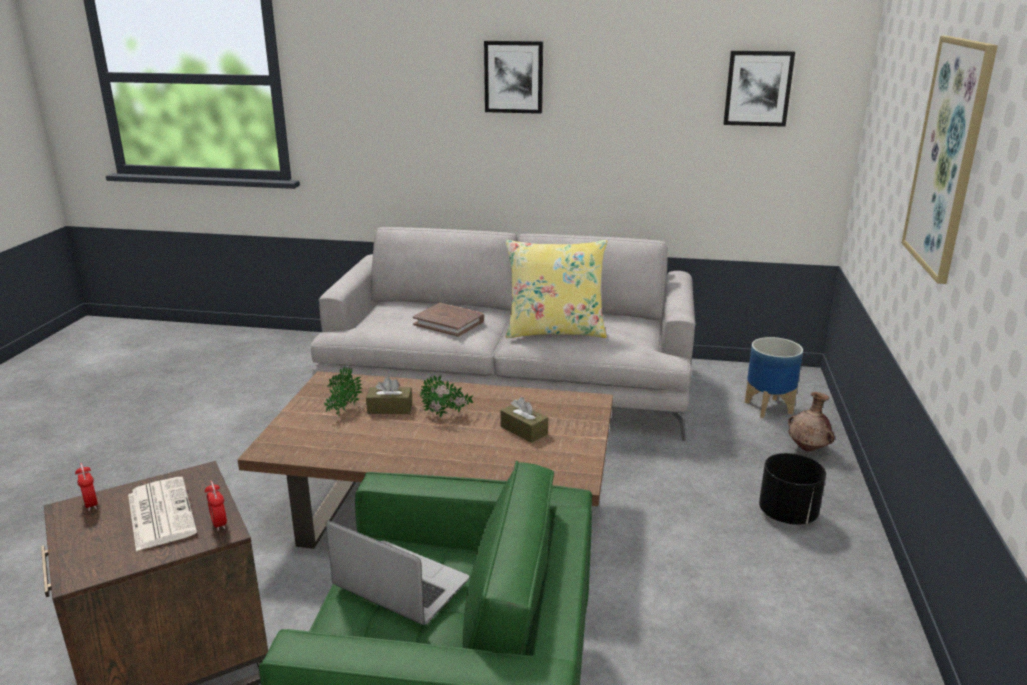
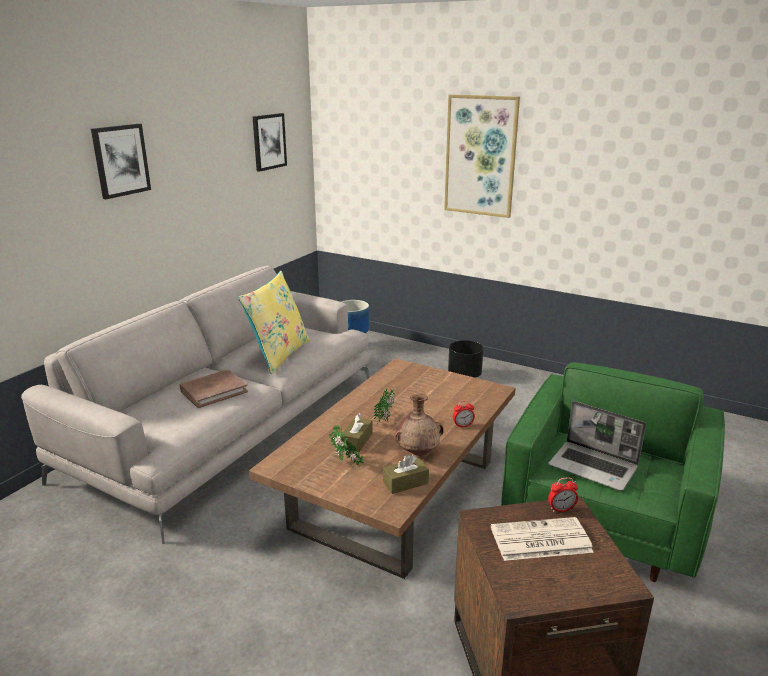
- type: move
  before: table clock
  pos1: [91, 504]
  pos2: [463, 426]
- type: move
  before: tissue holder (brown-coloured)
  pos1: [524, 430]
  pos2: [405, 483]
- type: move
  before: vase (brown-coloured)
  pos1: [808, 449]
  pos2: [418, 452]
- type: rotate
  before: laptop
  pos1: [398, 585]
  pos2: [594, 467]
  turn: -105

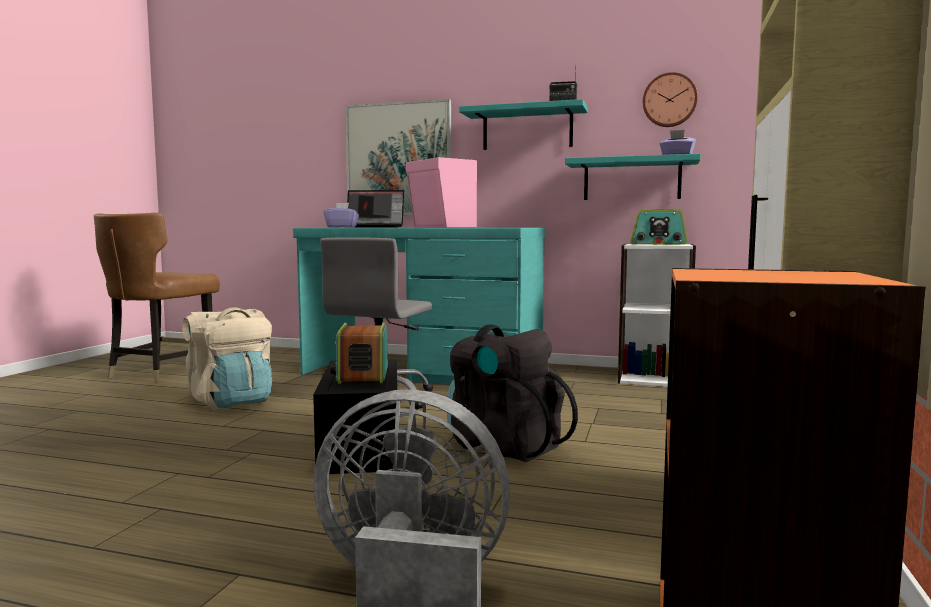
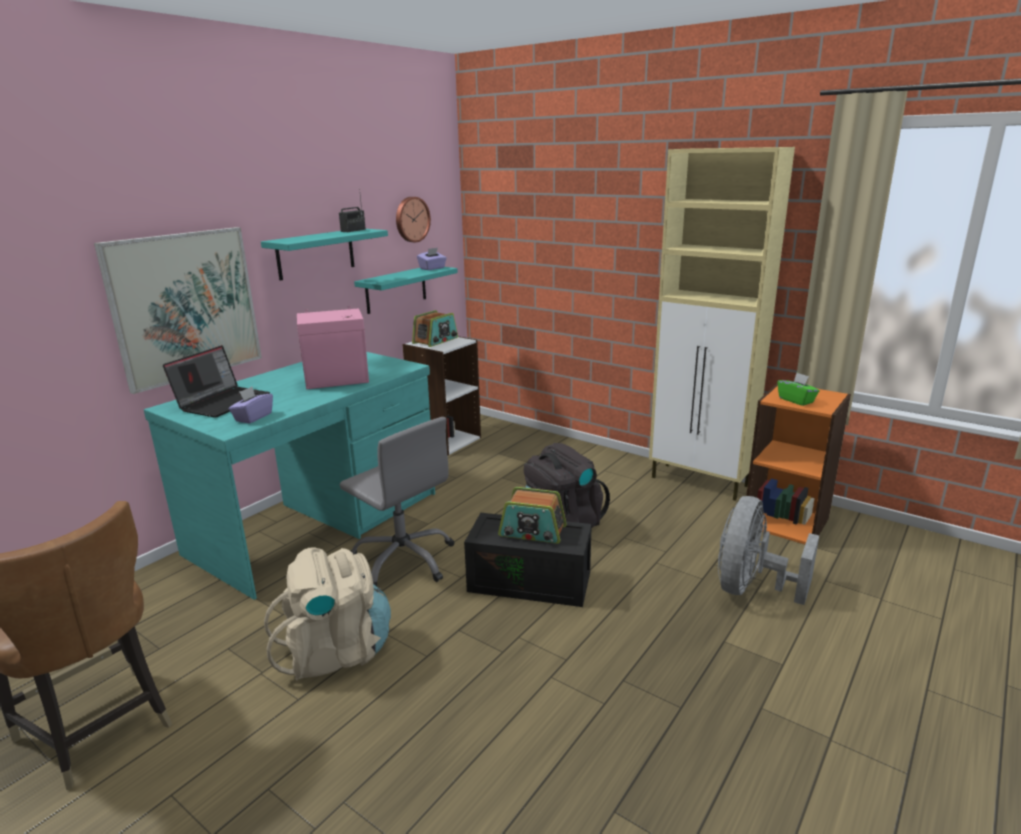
- type: insert
  after: tissue holder (greenish)
  pos2: [796, 400]

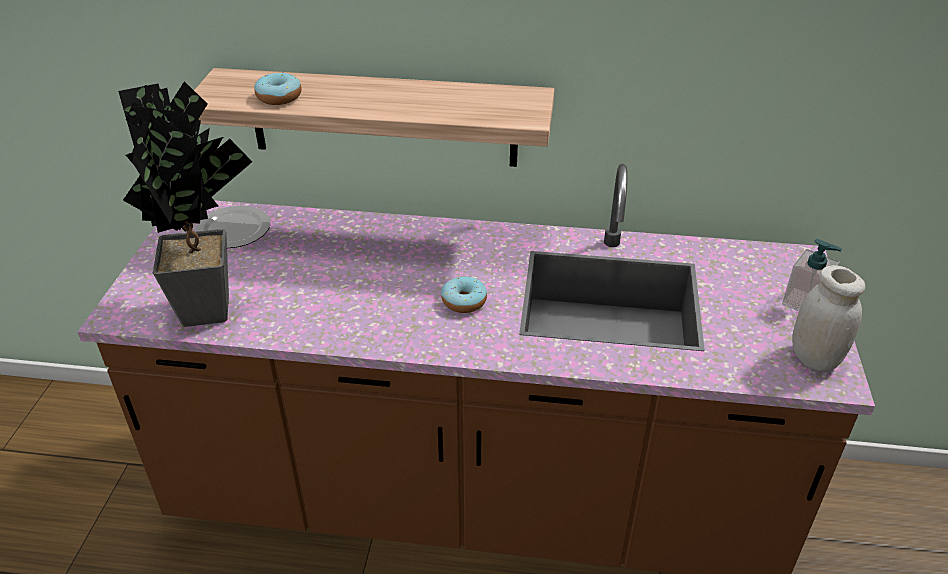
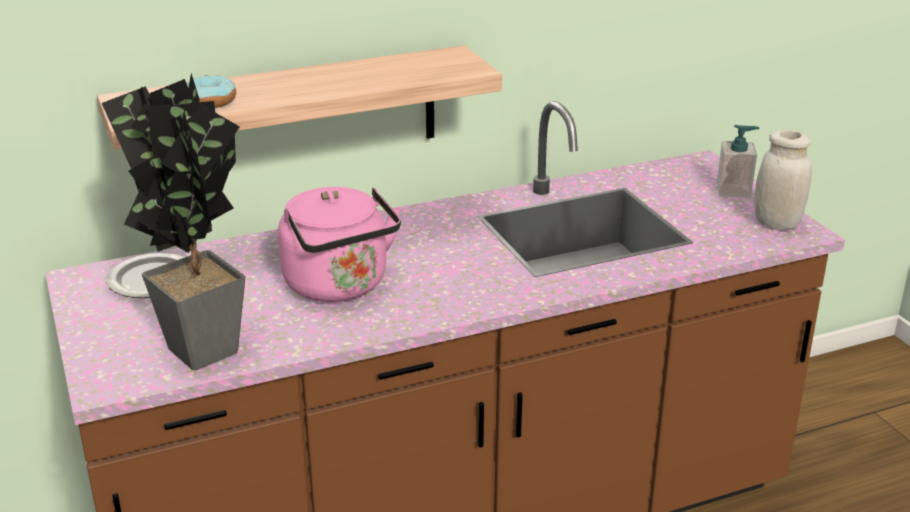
- type: delete
  before: ring doughnut
  pos1: [464, 301]
- type: insert
  after: water kettle (pink)
  pos2: [340, 286]

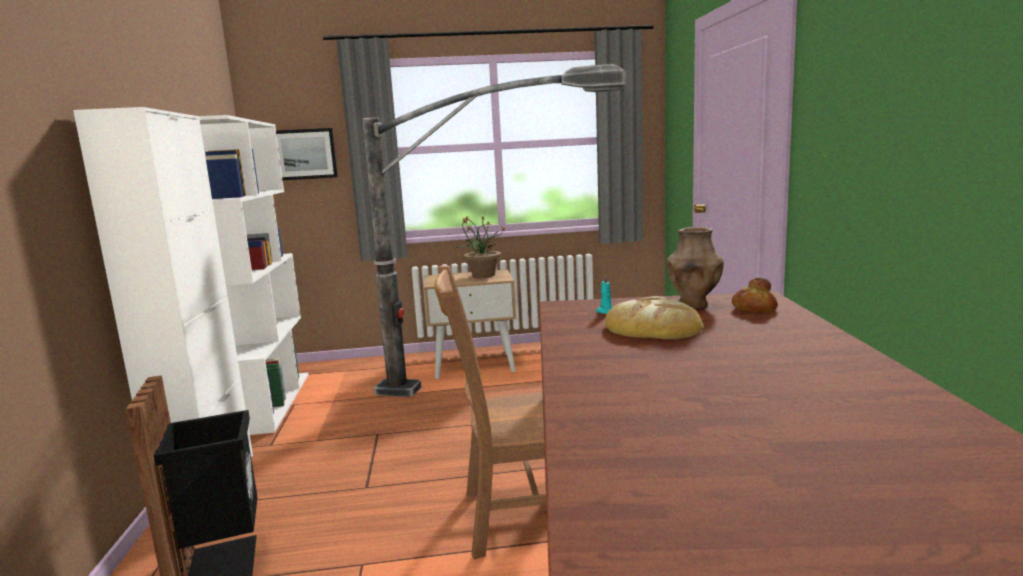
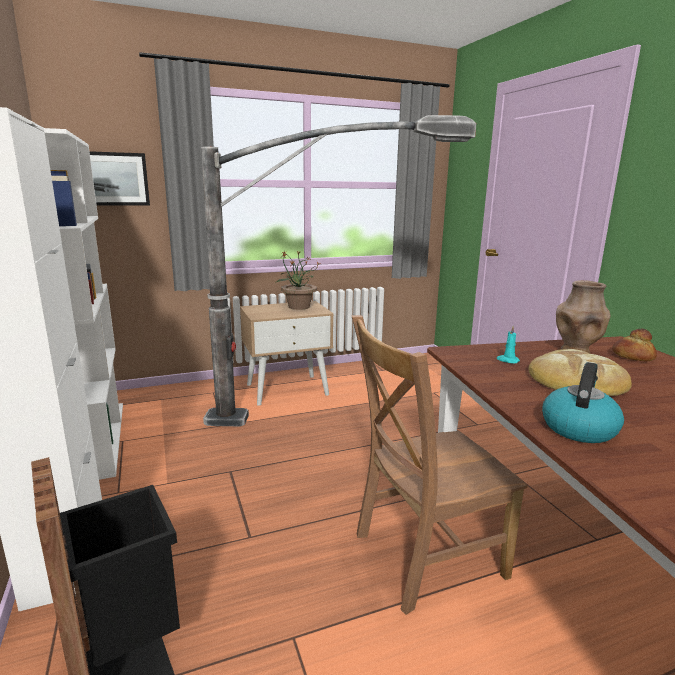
- type: insert
  after: water kettle
  pos2: [578, 428]

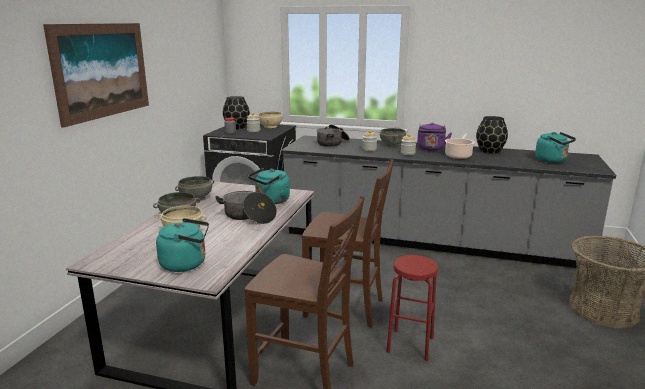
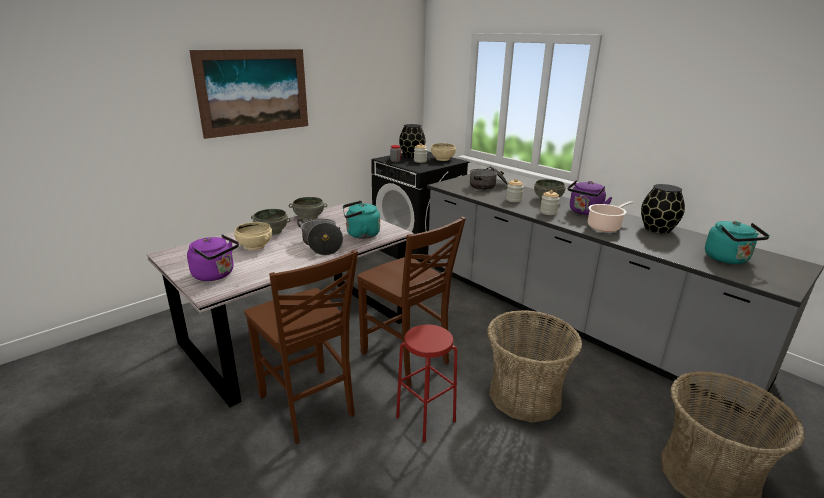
- type: insert
  after: basket
  pos2: [525, 396]
- type: recolor
  before: water kettle (turquoise)
  after: water kettle (purple-coloured)
  pos1: [186, 264]
  pos2: [216, 275]

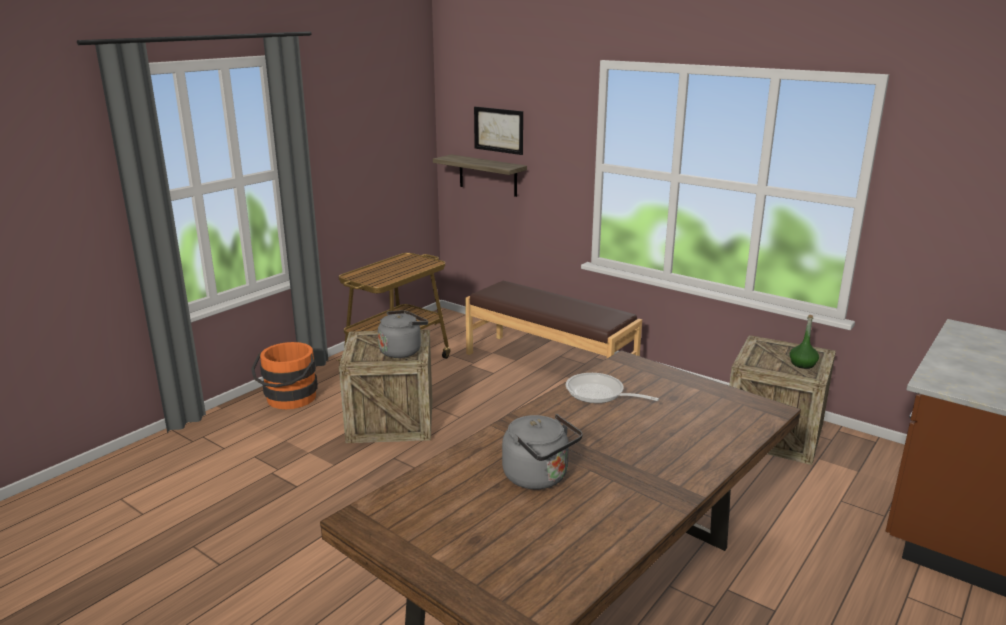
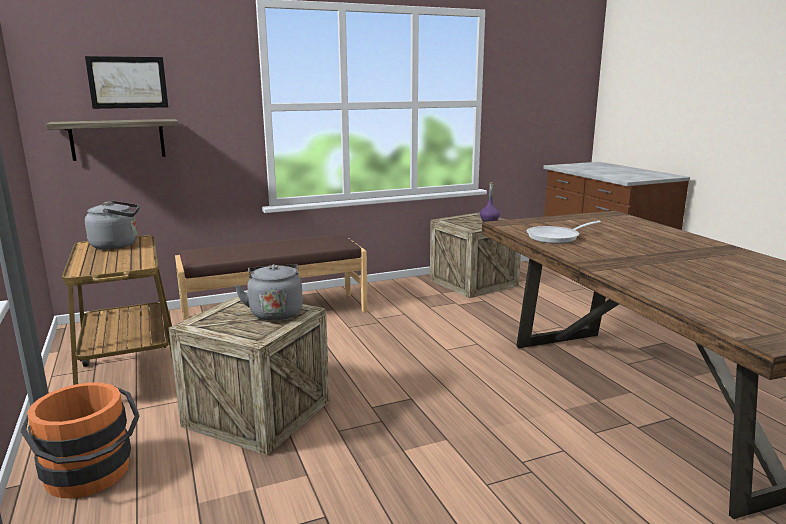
- type: move
  before: water kettle (greyish)
  pos1: [539, 477]
  pos2: [118, 245]
- type: recolor
  before: drink bottle (greenish)
  after: drink bottle (purple-coloured)
  pos1: [802, 364]
  pos2: [489, 220]

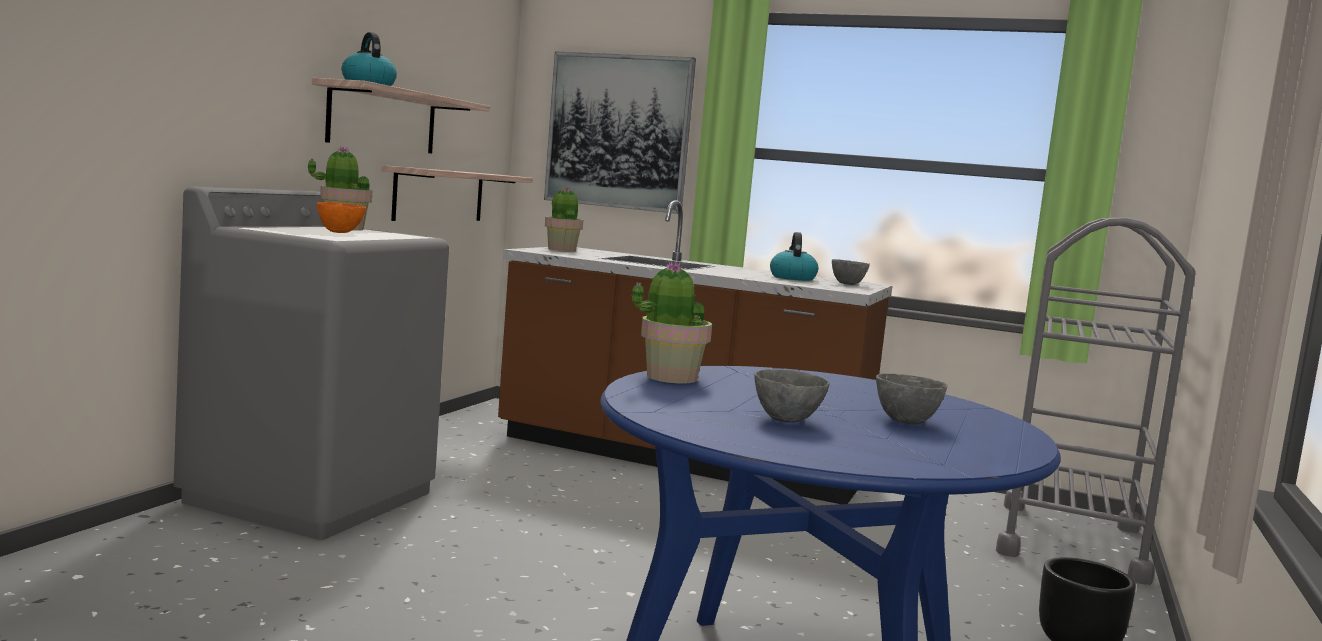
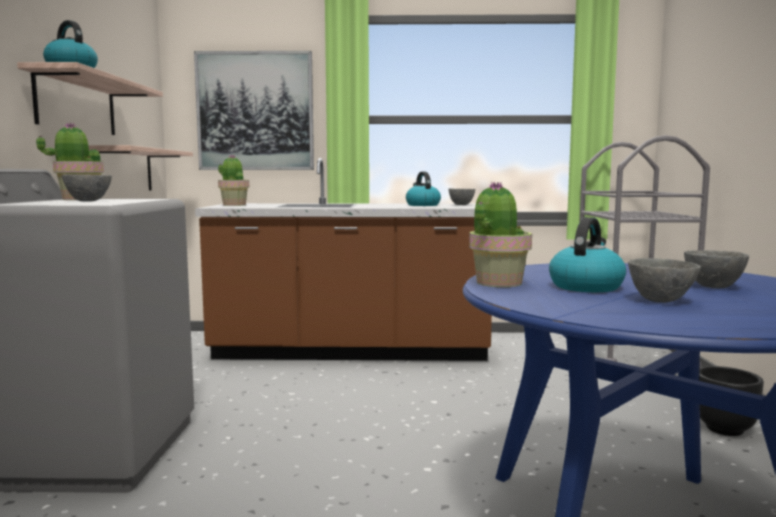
- type: insert
  after: water kettle
  pos2: [586, 286]
- type: recolor
  before: serving bowl (orangey)
  after: serving bowl (greyish)
  pos1: [340, 232]
  pos2: [88, 201]

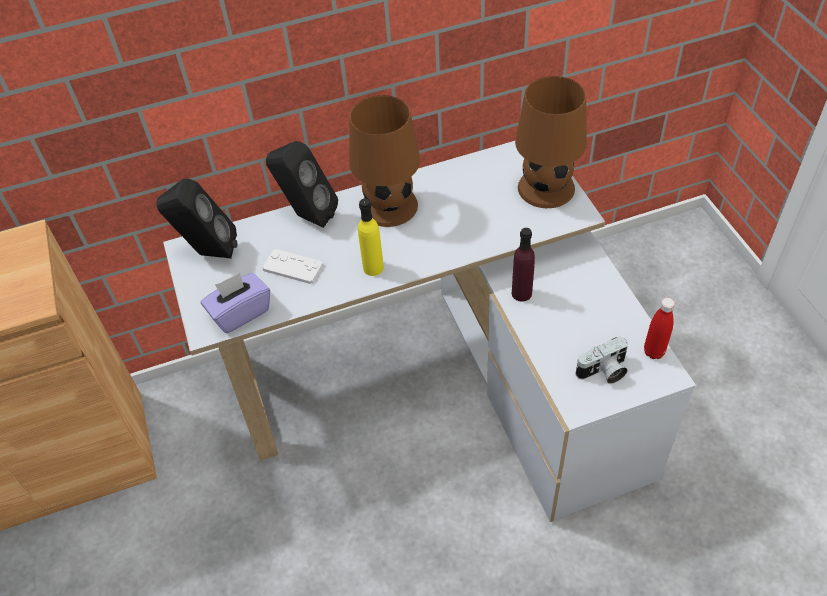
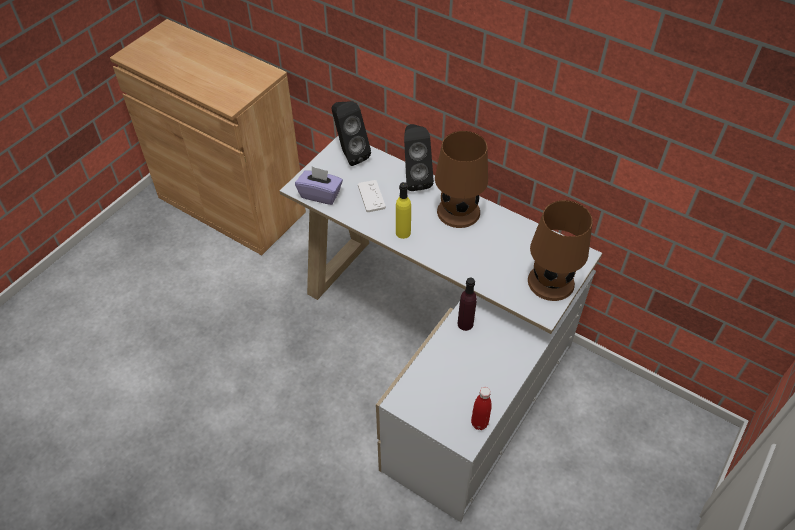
- type: delete
  before: still camera
  pos1: [603, 372]

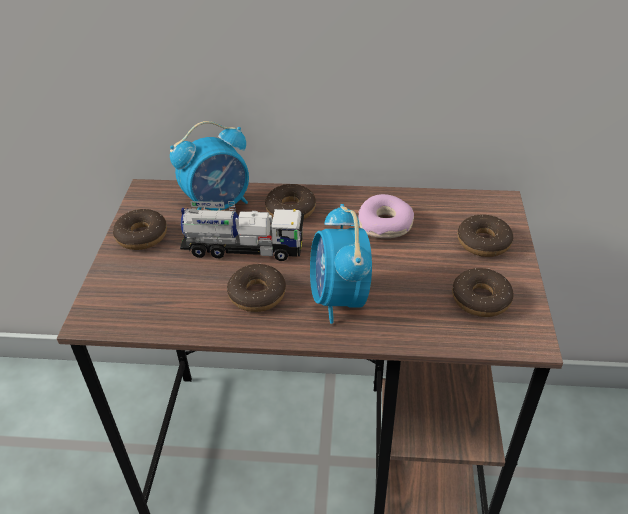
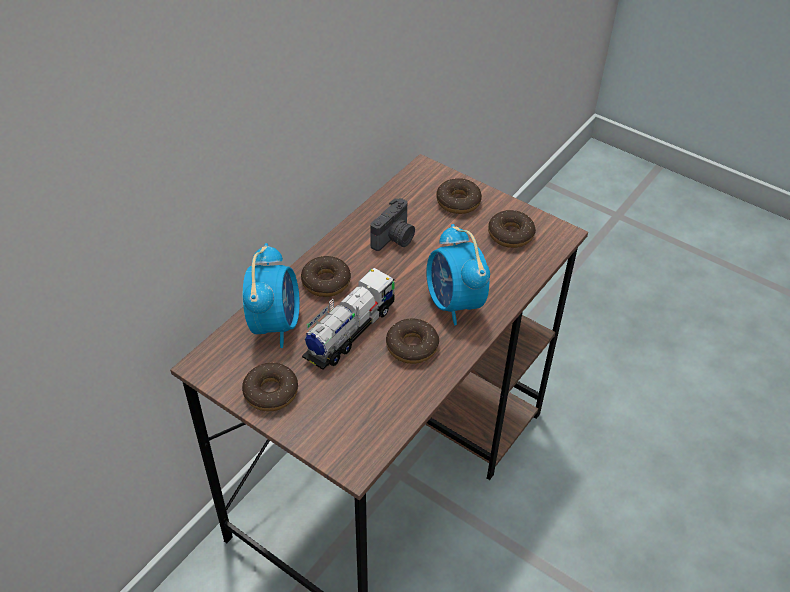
- type: replace
  before: ring doughnut
  after: still camera
  pos1: [385, 224]
  pos2: [395, 239]
- type: rotate
  before: table clock
  pos1: [339, 299]
  pos2: [454, 303]
  turn: 45

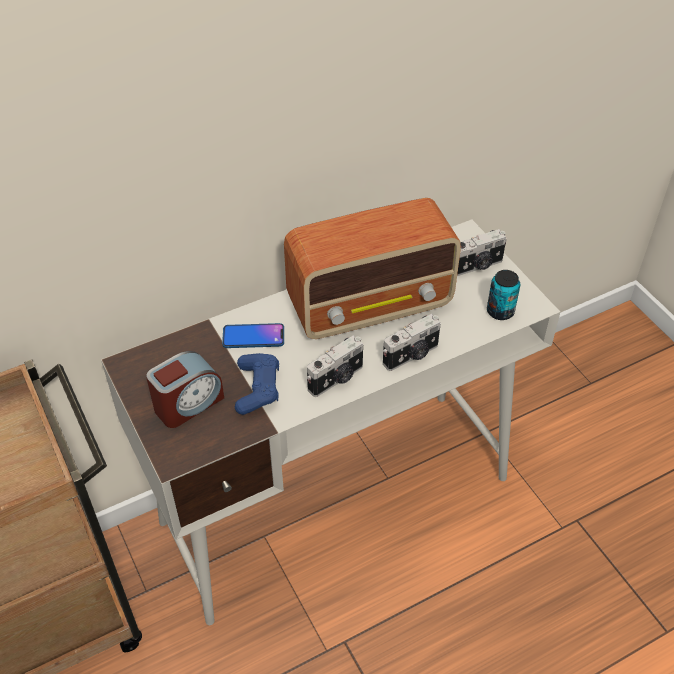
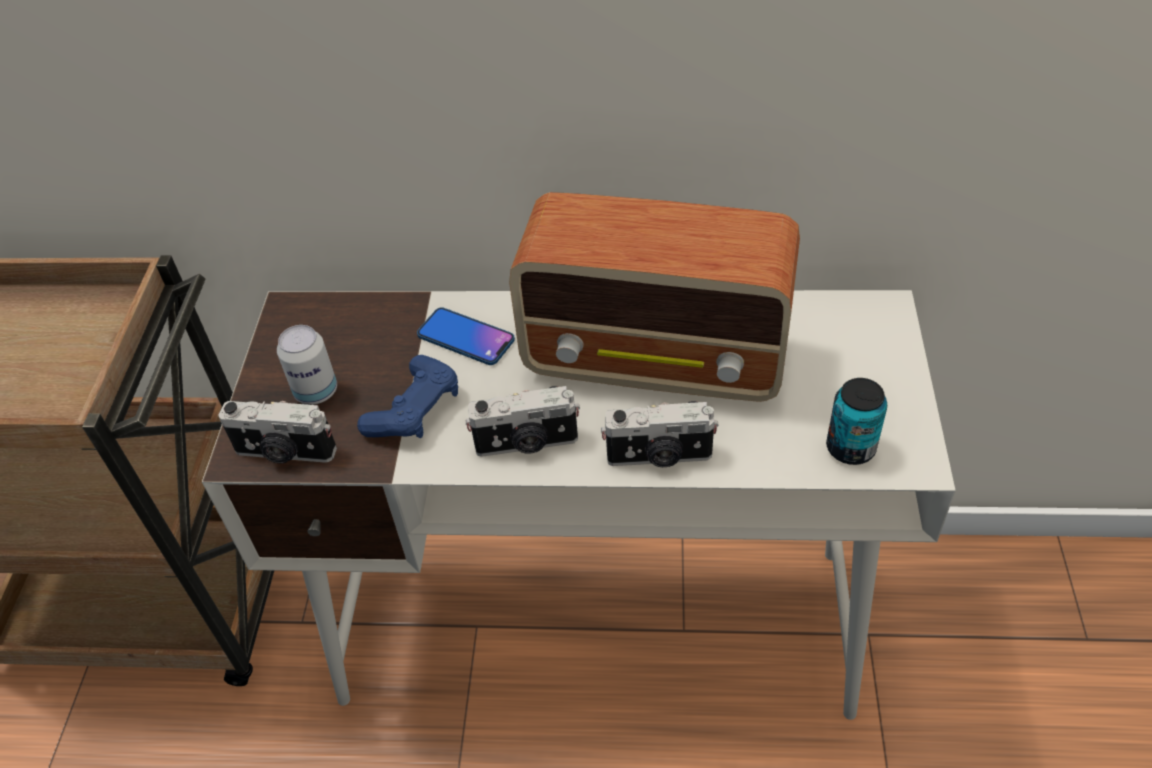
- type: move
  before: still camera
  pos1: [476, 266]
  pos2: [285, 453]
- type: replace
  before: table clock
  after: can
  pos1: [188, 404]
  pos2: [316, 392]

